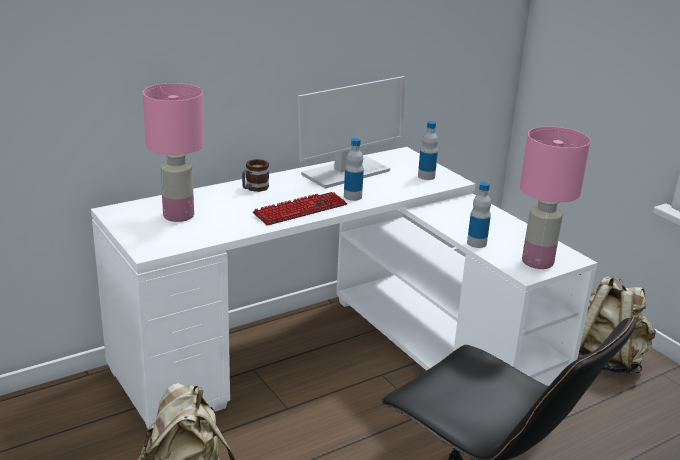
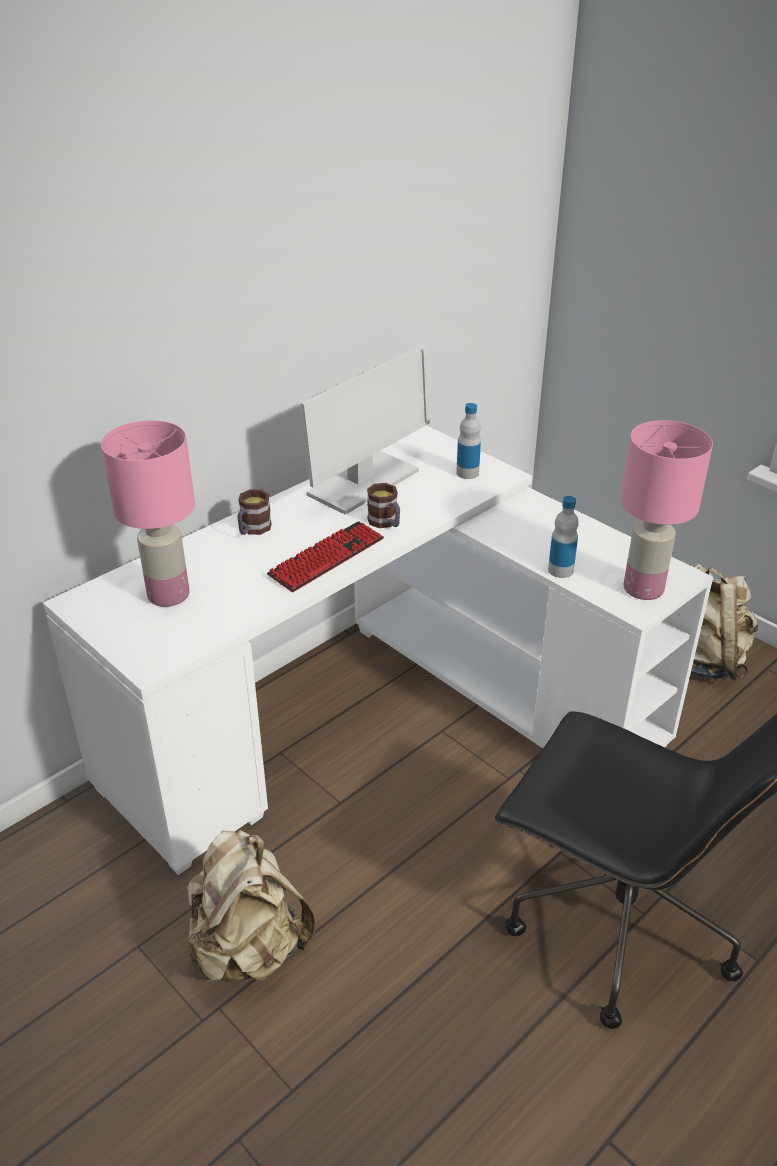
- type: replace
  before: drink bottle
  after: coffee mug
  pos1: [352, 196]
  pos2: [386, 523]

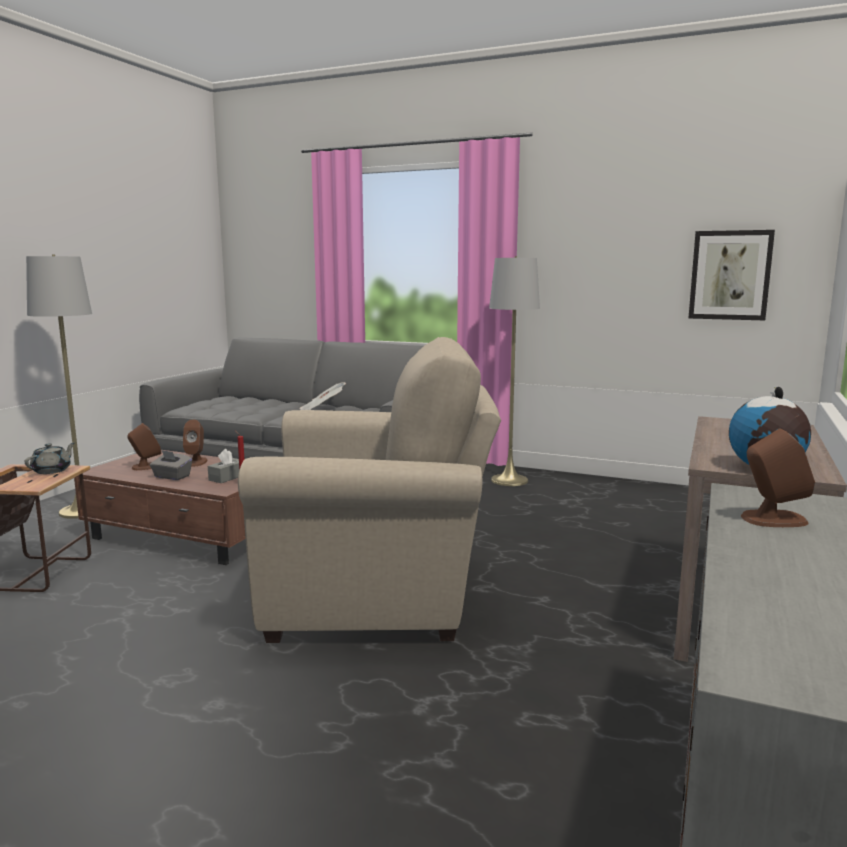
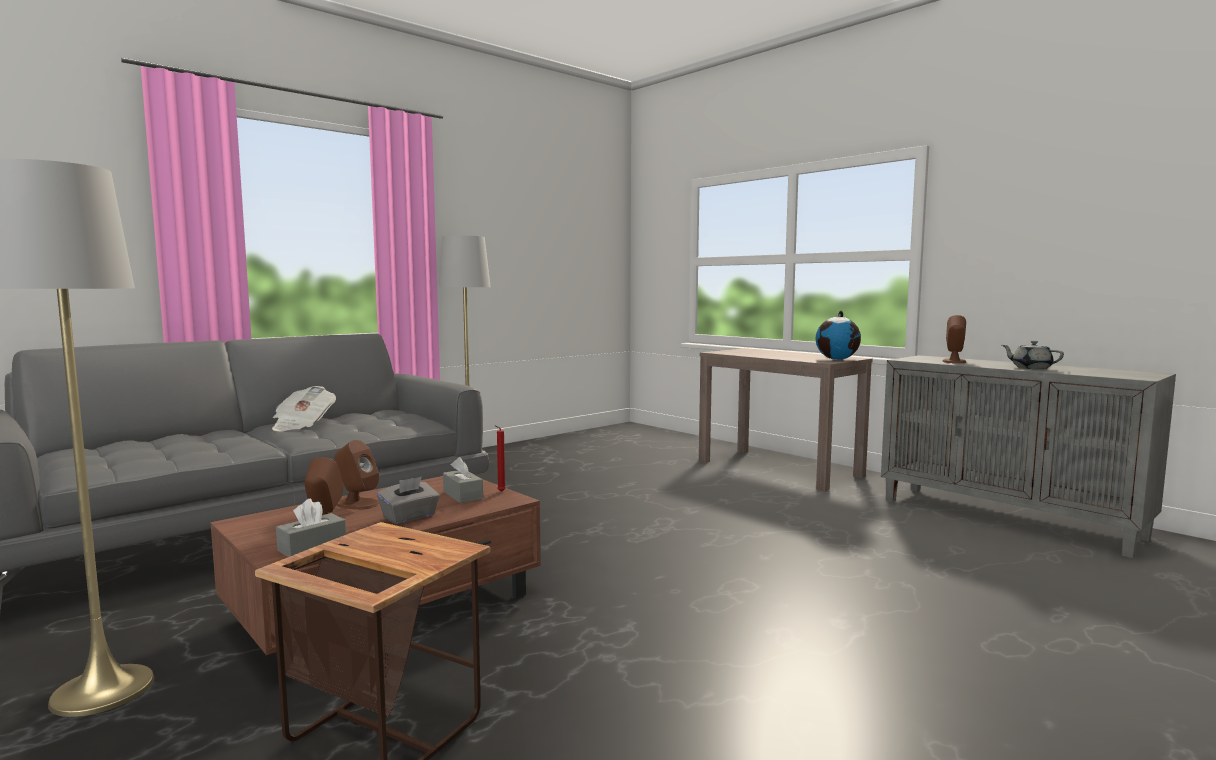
- type: delete
  before: armchair (beige)
  pos1: [378, 591]
- type: delete
  before: wall picture
  pos1: [730, 275]
- type: insert
  after: tissue holder (greyish)
  pos2: [312, 547]
- type: move
  before: teapot (greyish)
  pos1: [52, 470]
  pos2: [1031, 368]

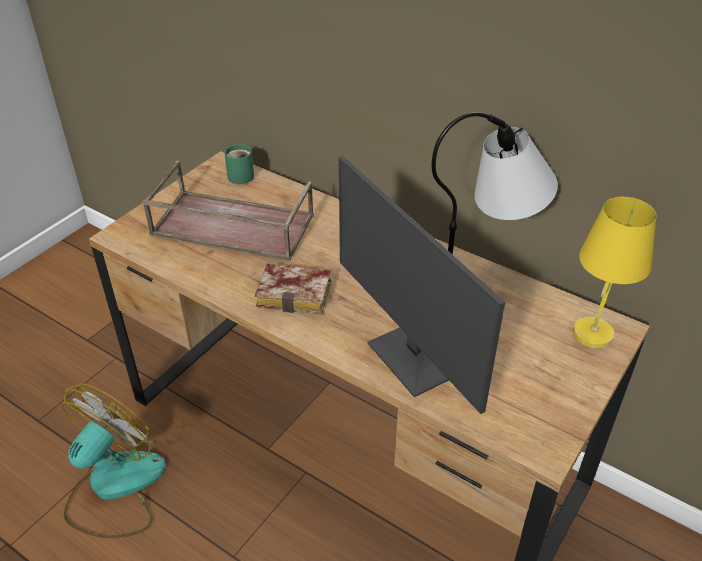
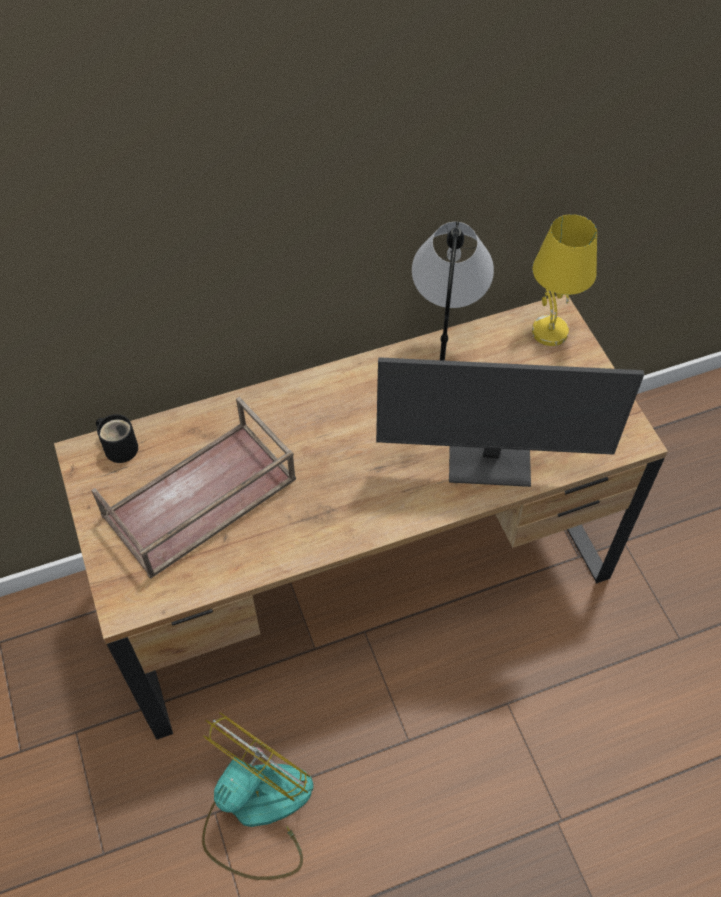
- type: delete
  before: bound book
  pos1: [297, 293]
- type: recolor
  before: coffee mug (greenish)
  after: coffee mug (black-coloured)
  pos1: [242, 175]
  pos2: [120, 446]
- type: rotate
  before: electric fan
  pos1: [114, 488]
  pos2: [256, 811]
  turn: 60

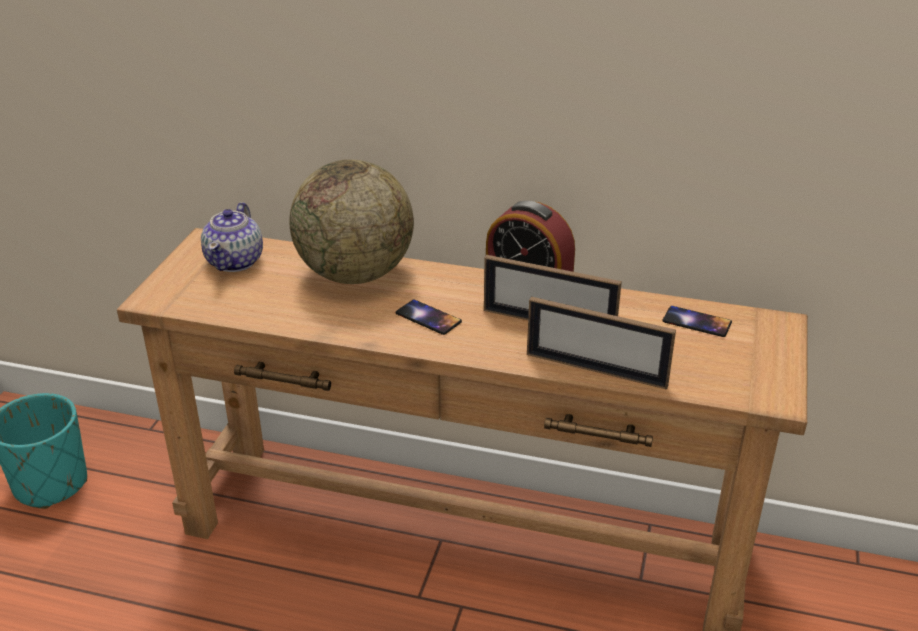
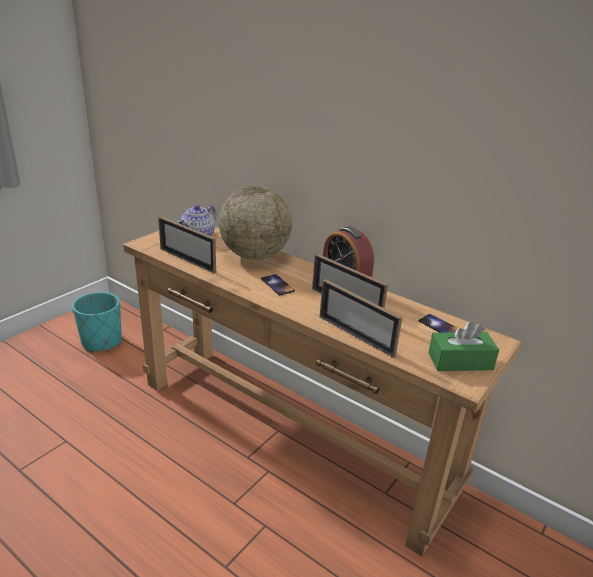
- type: insert
  after: picture frame
  pos2: [187, 260]
- type: insert
  after: tissue holder (greenish)
  pos2: [460, 361]

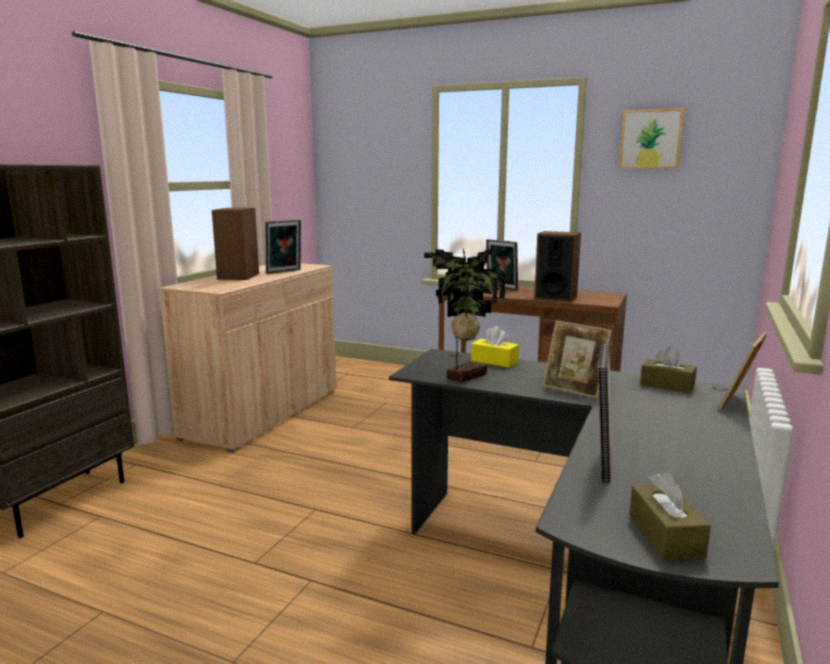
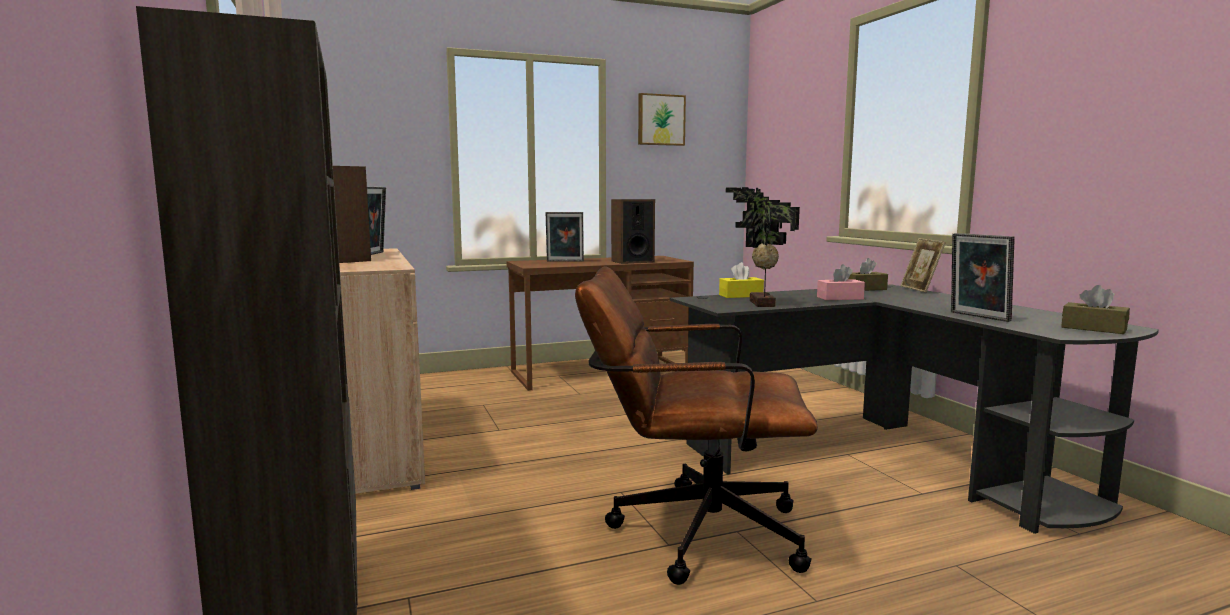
- type: insert
  after: desk chair (brown-coloured)
  pos2: [690, 531]
- type: replace
  before: picture frame
  after: tissue holder (pink)
  pos1: [574, 390]
  pos2: [840, 298]

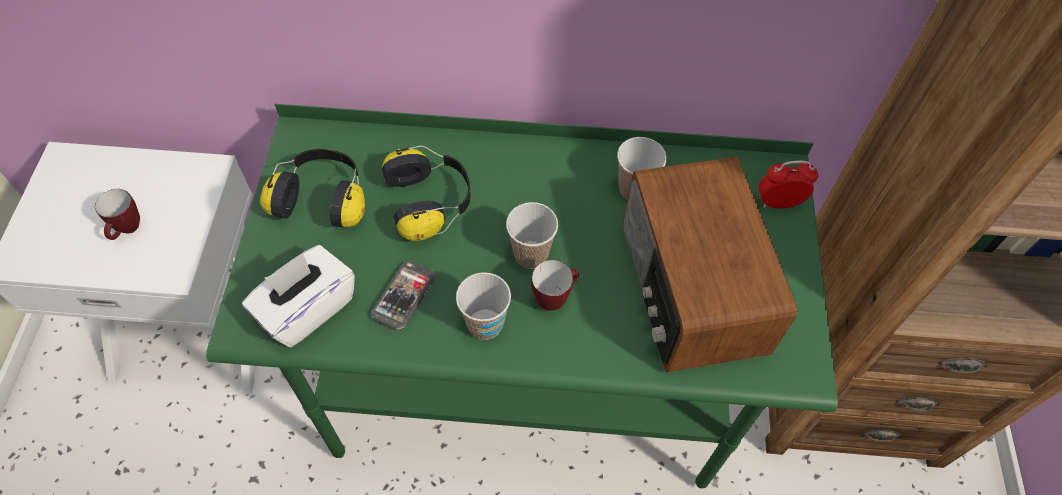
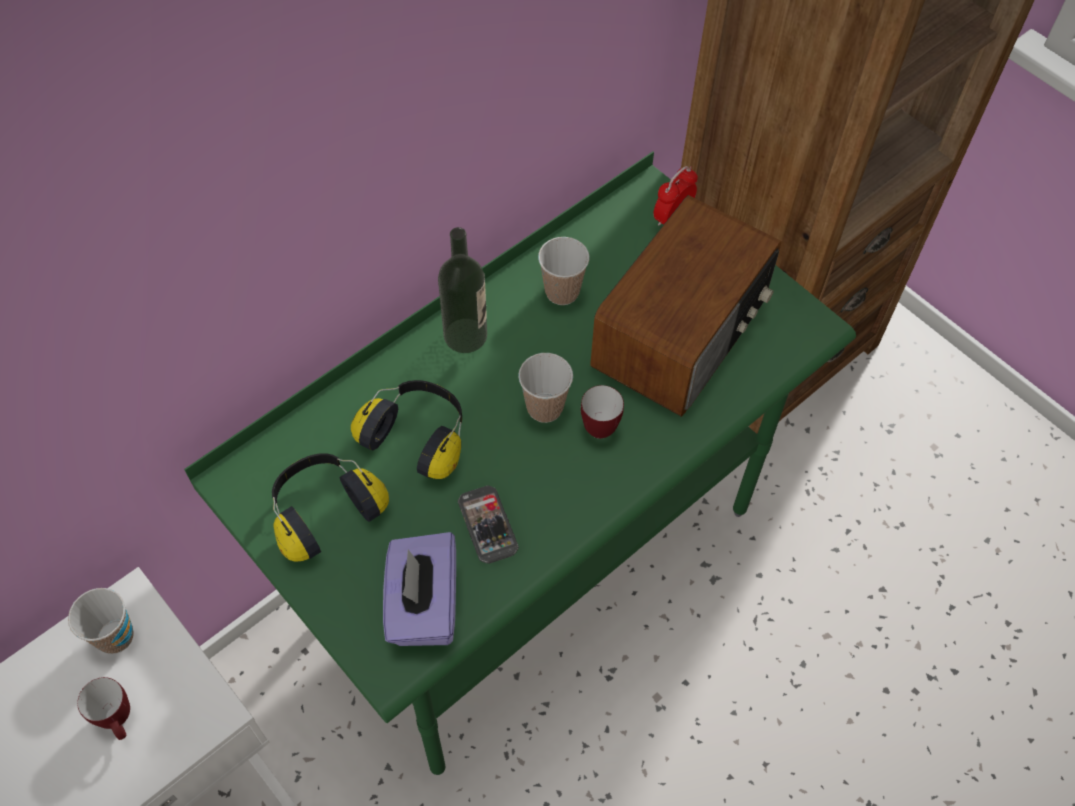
- type: insert
  after: drink bottle
  pos2: [465, 335]
- type: move
  before: cup
  pos1: [485, 324]
  pos2: [115, 636]
- type: recolor
  before: tissue holder (white-coloured)
  after: tissue holder (purple-coloured)
  pos1: [307, 309]
  pos2: [423, 605]
- type: rotate
  before: radio set
  pos1: [689, 289]
  pos2: [682, 334]
  turn: -90

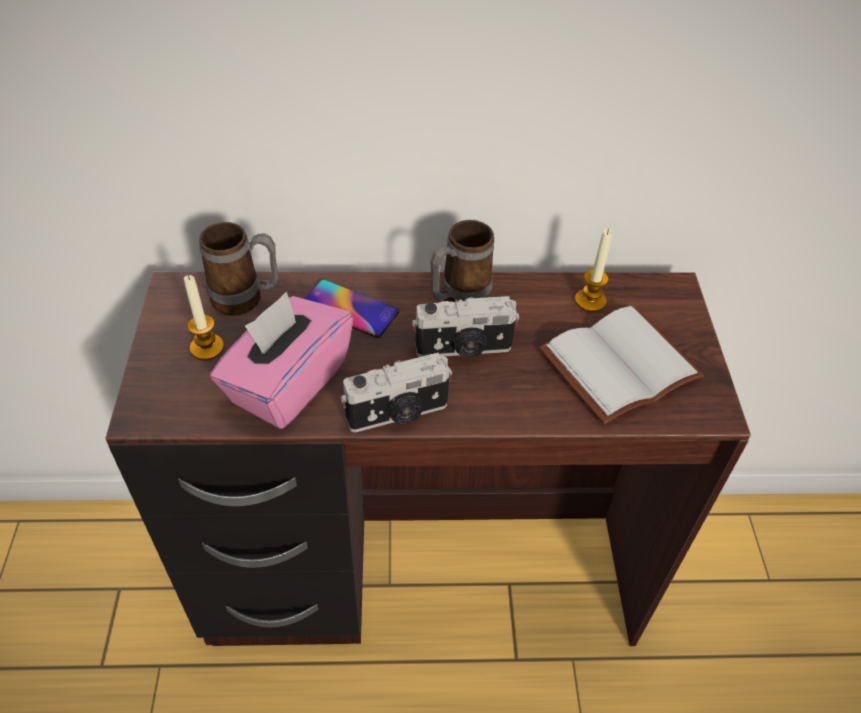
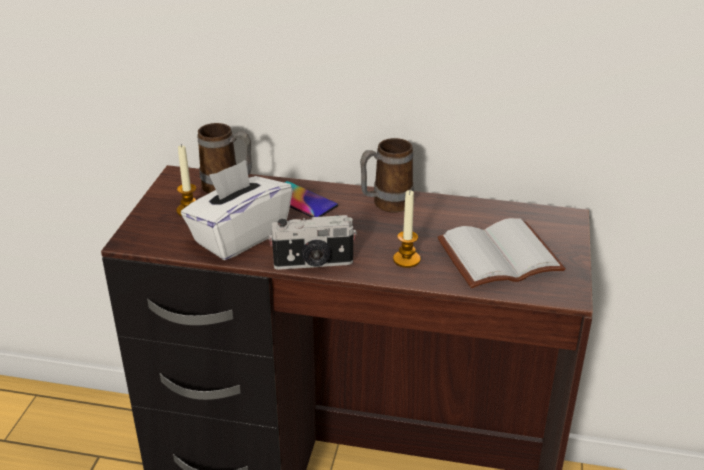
- type: delete
  before: still camera
  pos1: [464, 349]
- type: move
  before: candle
  pos1: [590, 301]
  pos2: [406, 259]
- type: recolor
  before: tissue holder (pink)
  after: tissue holder (white-coloured)
  pos1: [288, 383]
  pos2: [239, 236]

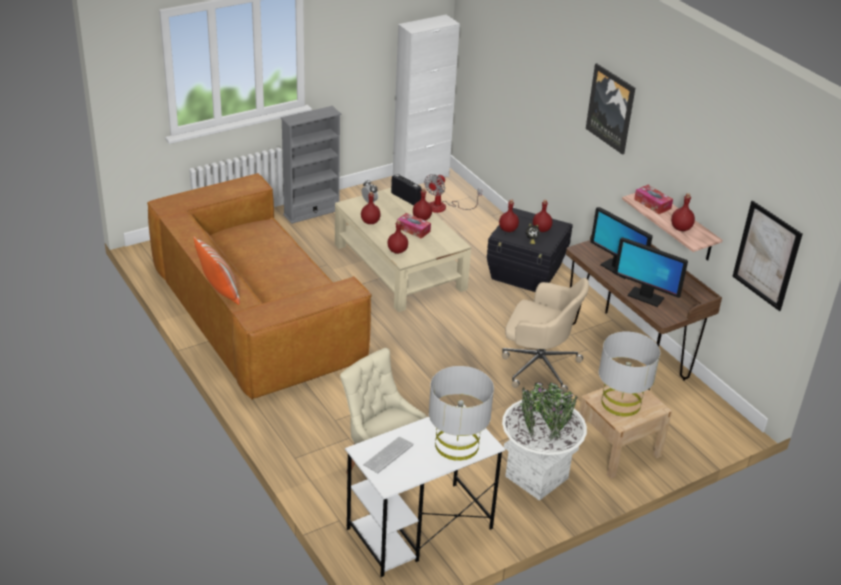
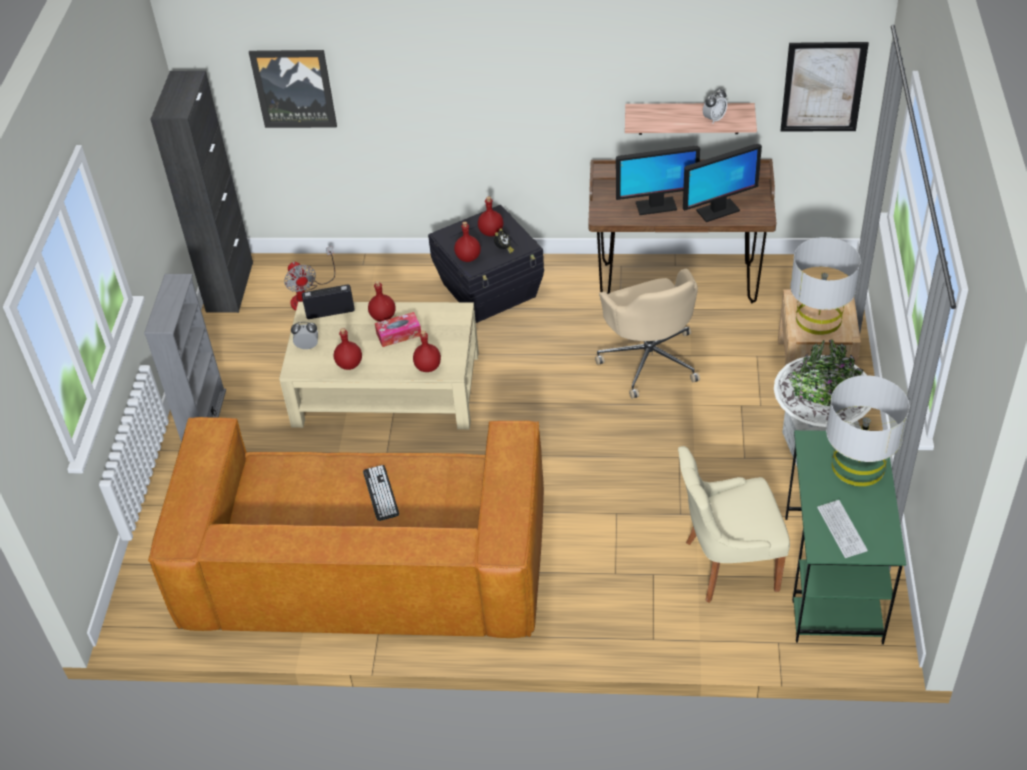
- type: delete
  before: cushion
  pos1: [219, 292]
- type: delete
  before: tissue holder
  pos1: [652, 204]
- type: insert
  after: PC keyboard
  pos2: [381, 493]
- type: move
  before: wall picture
  pos1: [611, 108]
  pos2: [294, 88]
- type: replace
  before: drink bottle (reddish)
  after: table clock
  pos1: [681, 228]
  pos2: [714, 119]
- type: recolor
  before: desk (white-coloured)
  after: desk (greenish)
  pos1: [419, 529]
  pos2: [832, 579]
- type: recolor
  before: cabinet (white-coloured)
  after: cabinet (black-coloured)
  pos1: [420, 177]
  pos2: [230, 287]
- type: rotate
  before: desk chair (beige)
  pos1: [538, 365]
  pos2: [649, 359]
  turn: 105

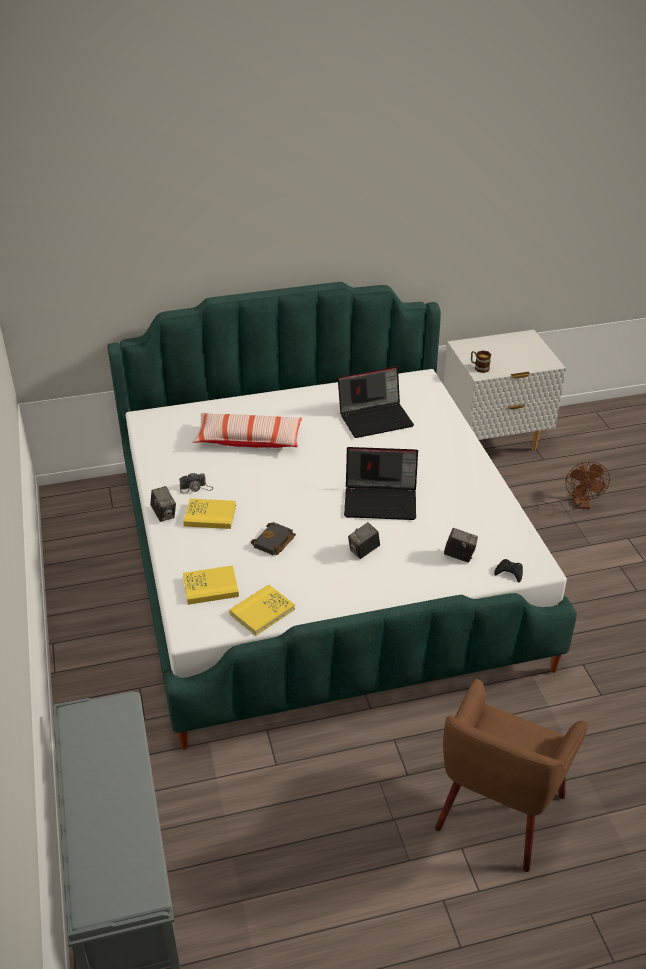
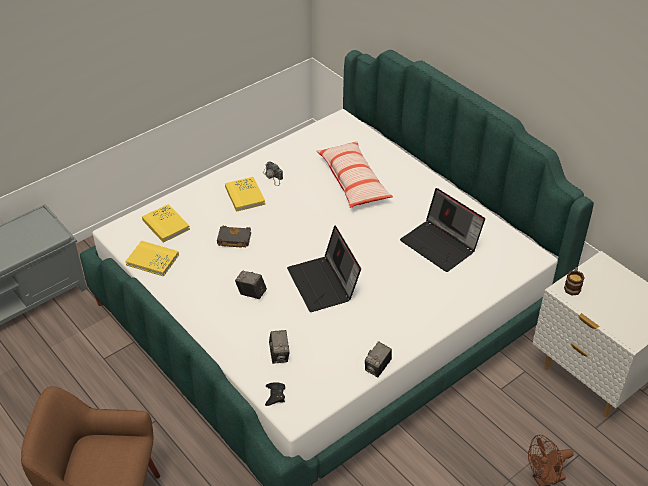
- type: move
  before: still camera
  pos1: [164, 514]
  pos2: [377, 368]

